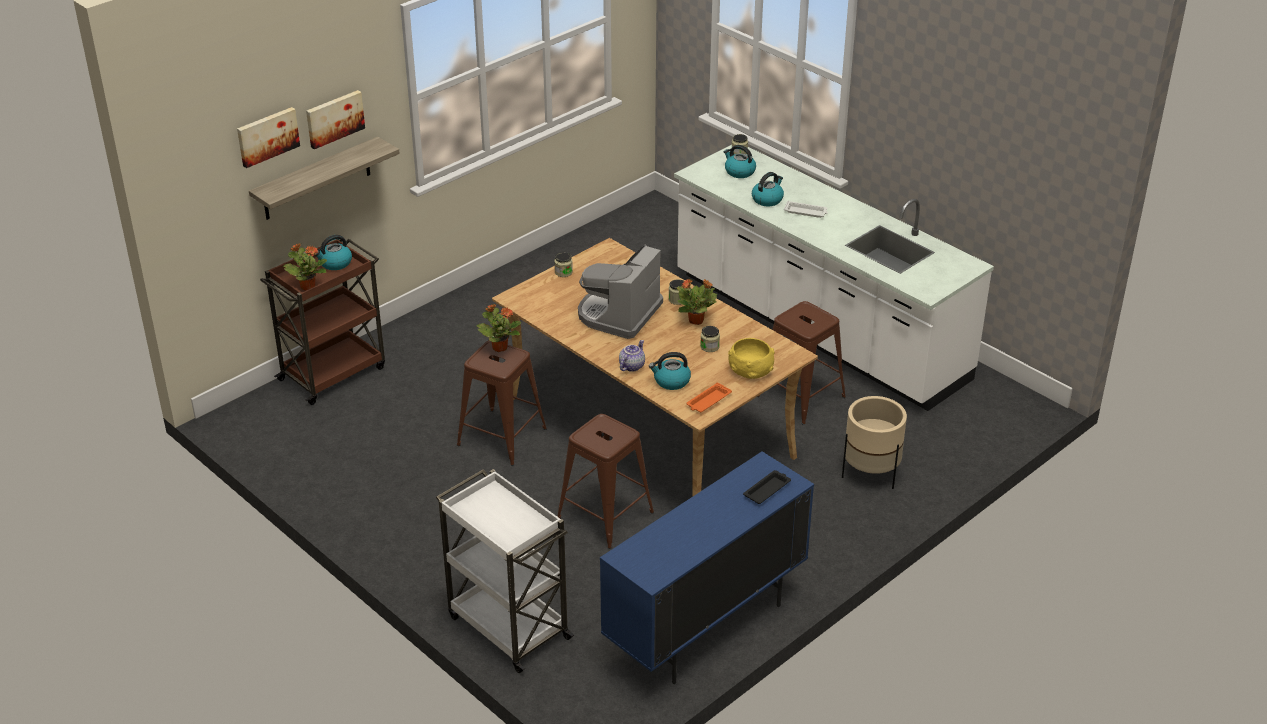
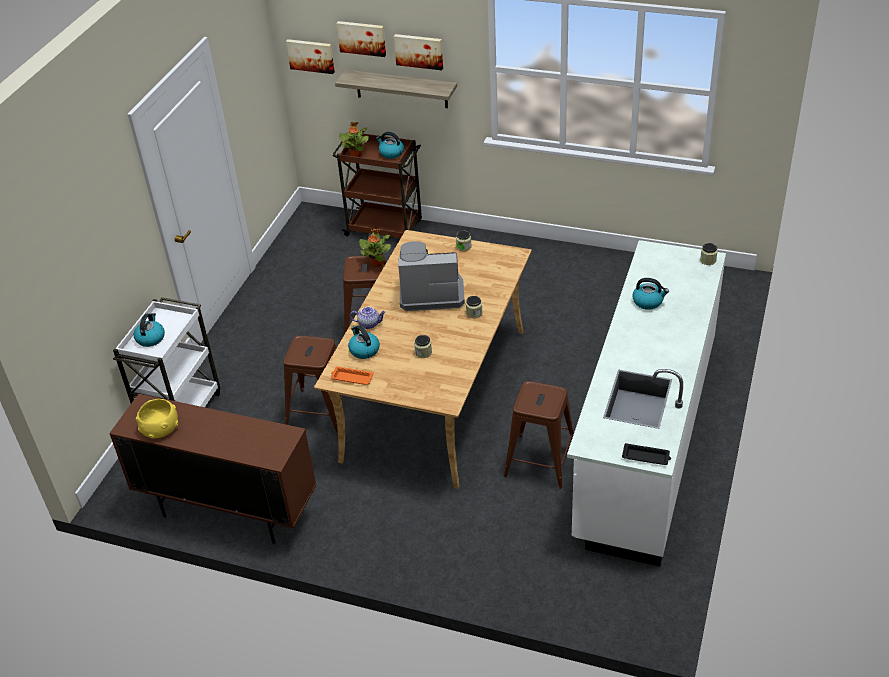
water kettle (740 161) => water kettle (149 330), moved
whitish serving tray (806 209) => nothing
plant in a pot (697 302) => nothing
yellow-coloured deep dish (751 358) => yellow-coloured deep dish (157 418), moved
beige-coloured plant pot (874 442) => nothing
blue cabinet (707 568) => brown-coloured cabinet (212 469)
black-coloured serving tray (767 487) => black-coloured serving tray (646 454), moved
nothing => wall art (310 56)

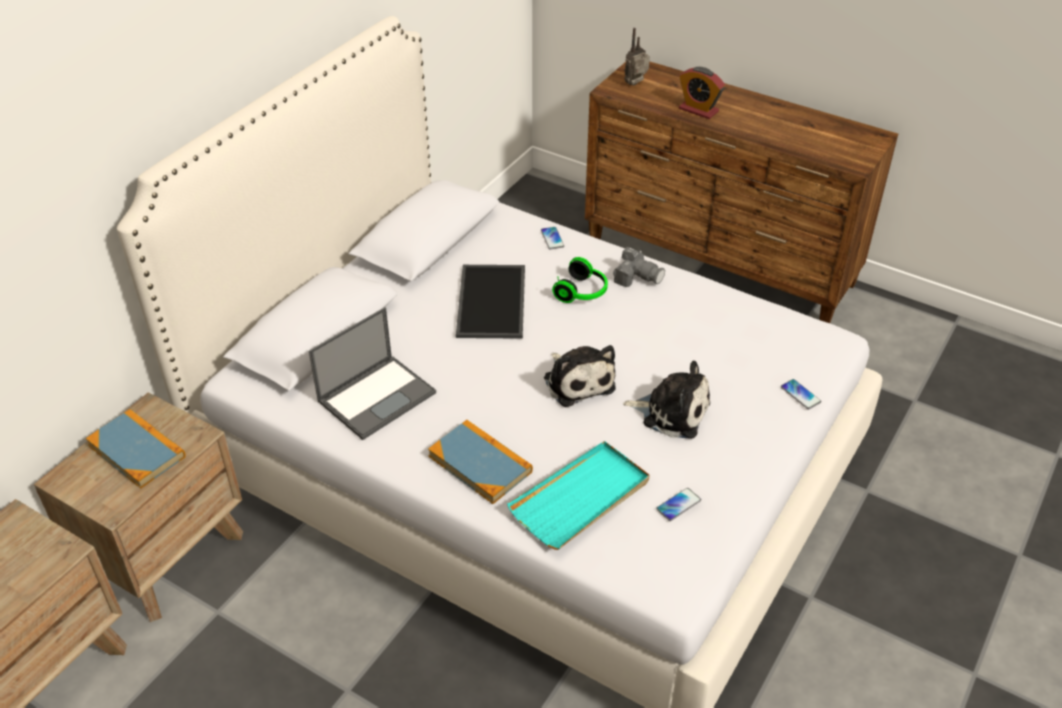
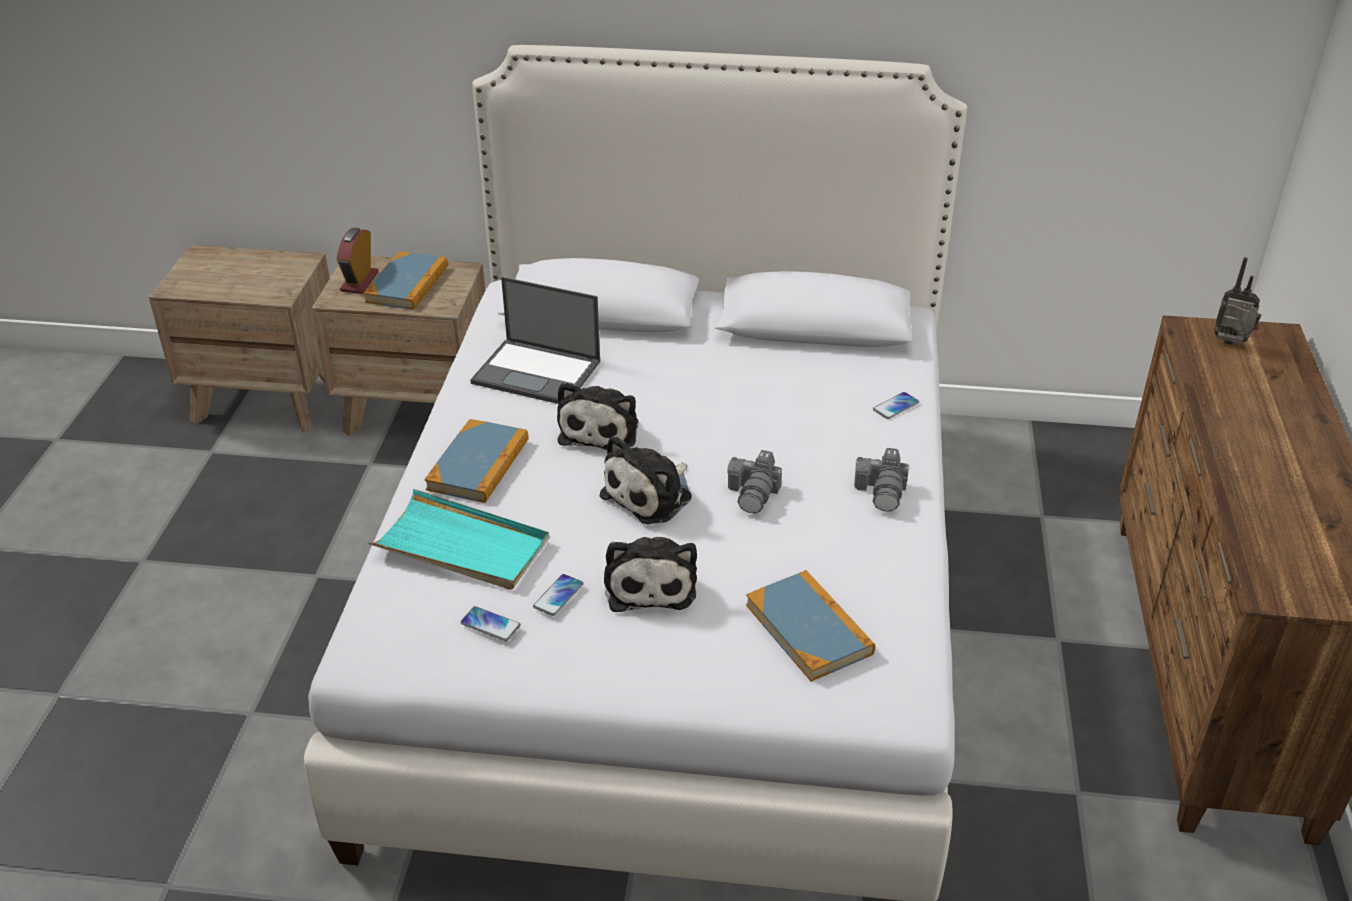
table clock (702 93) => table clock (357 261), moved
headphones (580 280) => nothing
serving tray (490 302) => nothing
telephone (801 394) => telephone (558 595), moved
nothing => plush toy (597 416)
nothing => still camera (754 482)
nothing => book (810 626)

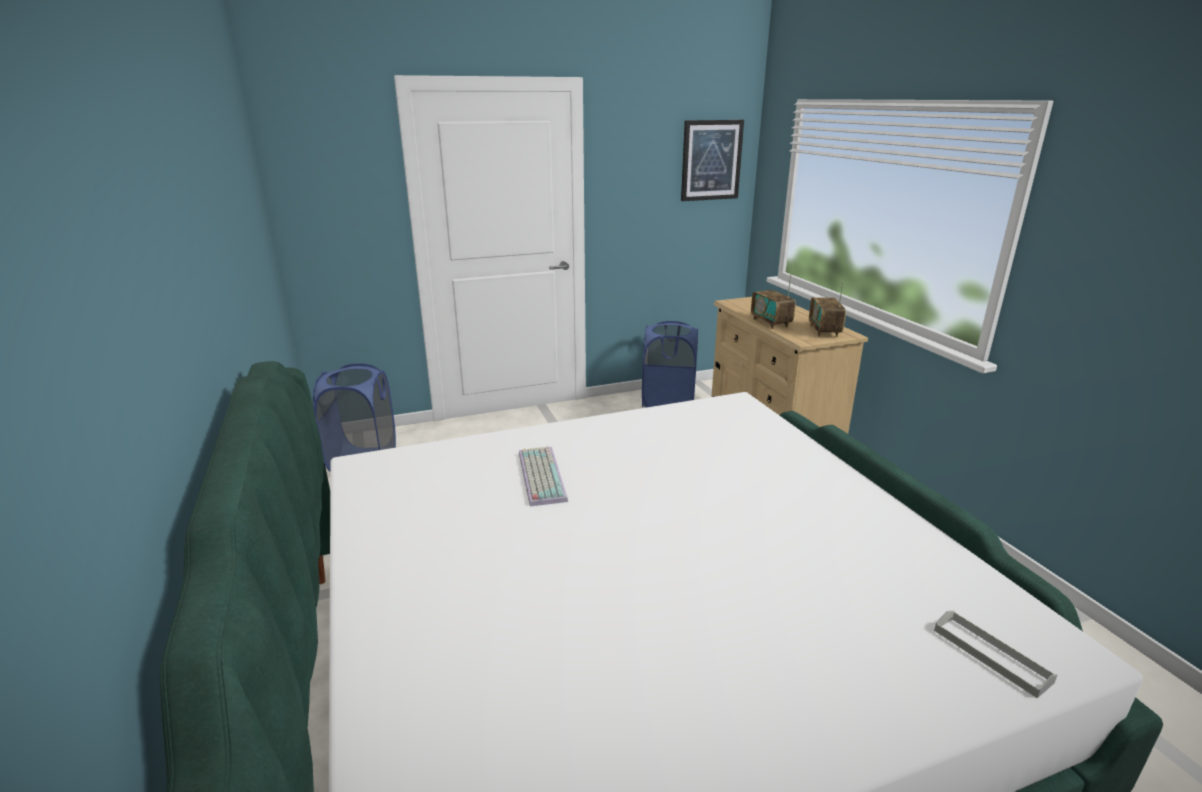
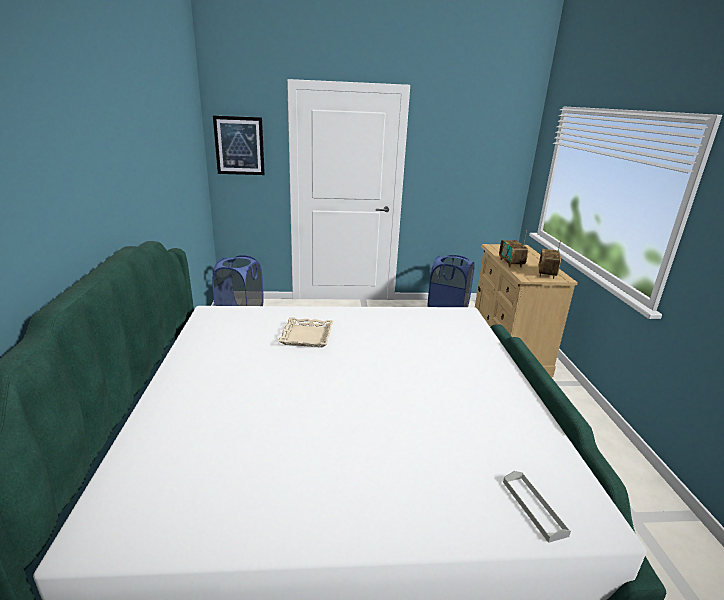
wall art (712 160) => wall art (239 145), moved
computer keyboard (543 476) => beige-coloured serving tray (305 332)

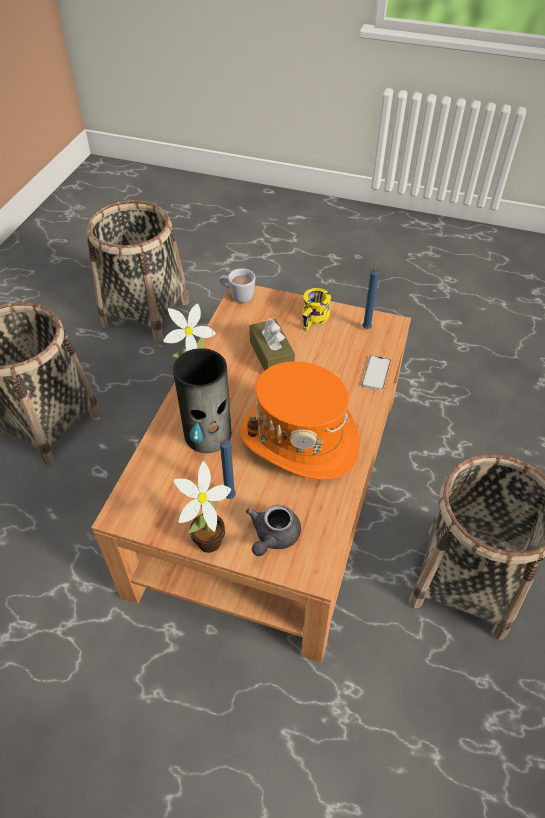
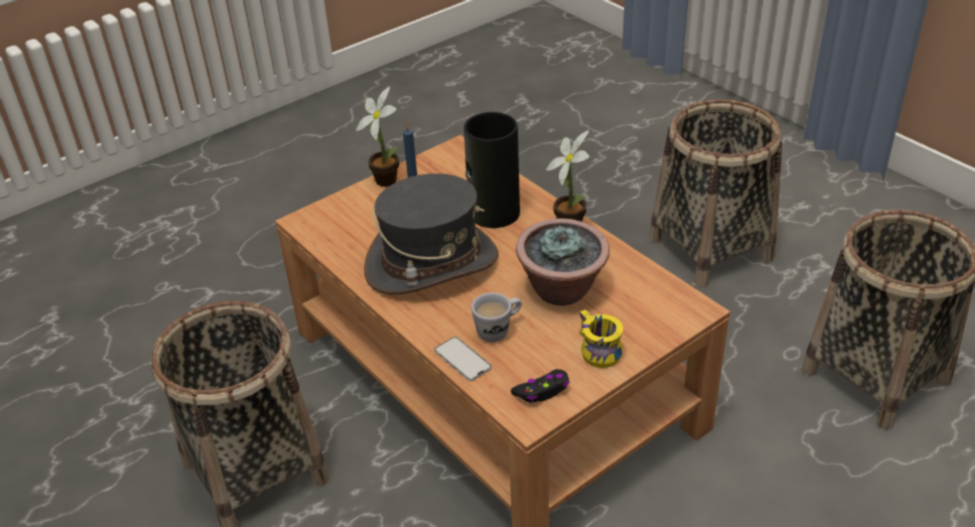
blue candle (370 294) => black-coloured joypad (540 386)
whitish tea mug (237 285) => whitish tea mug (496 317), moved
brown-coloured tissue box (272 344) => plant in a pot (563 262)
orangey hat (300 420) => grey hat (431 233)
grey tea pot (273 530) => nothing

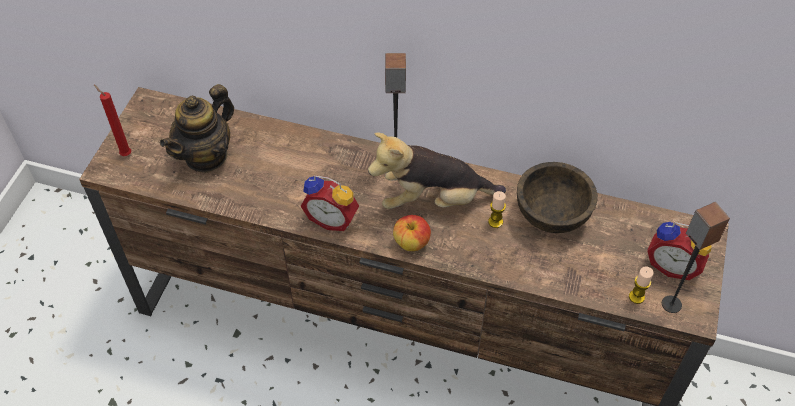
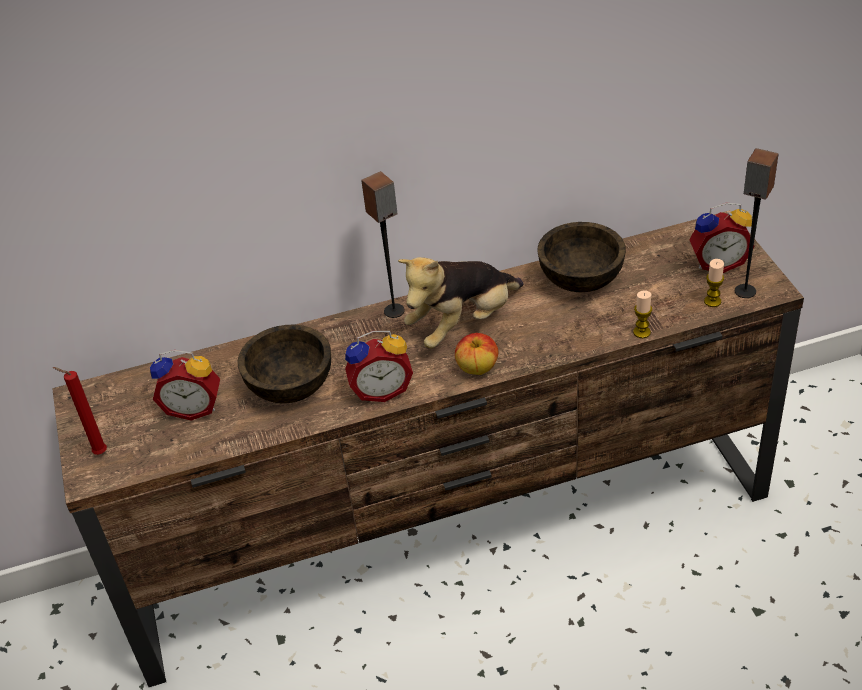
tea pot (197 128) => table clock (185 385)
candle (497 209) => candle (642 314), moved
nothing => brown-coloured deep dish (284 364)

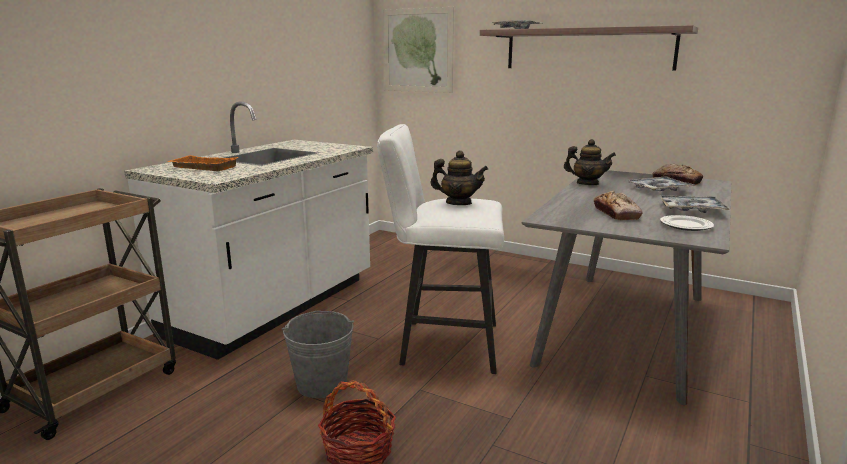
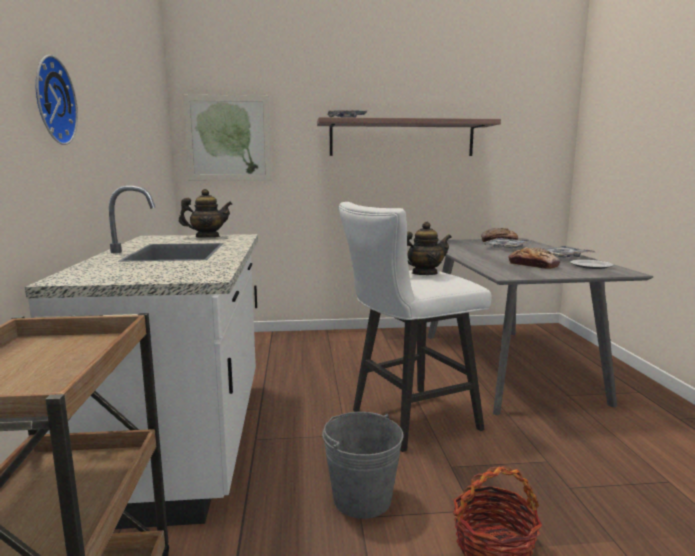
tea pot (590 162) => tea pot (205 213), moved
orangey serving tray (202 163) => nothing
nothing => clock on the wall (57 100)

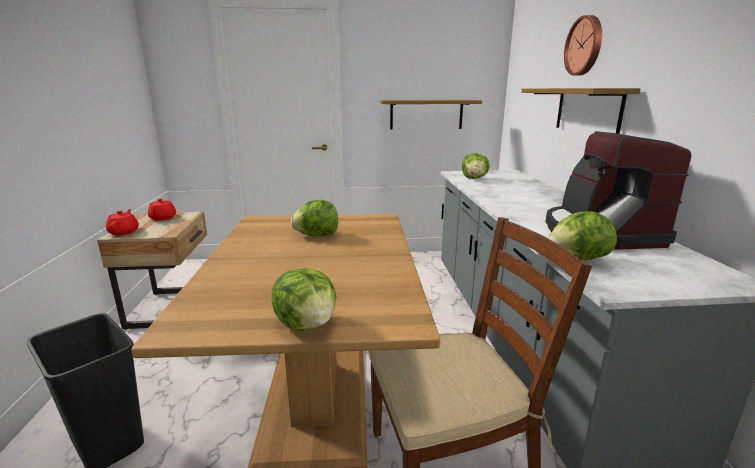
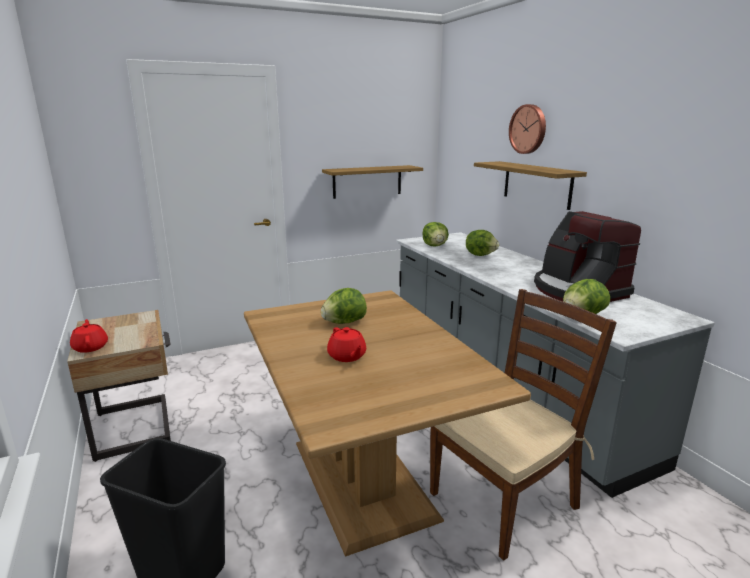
red-coloured tea pot (162 210) => red-coloured tea pot (346 344), moved
head of lettuce (304 299) => head of lettuce (482 243), moved

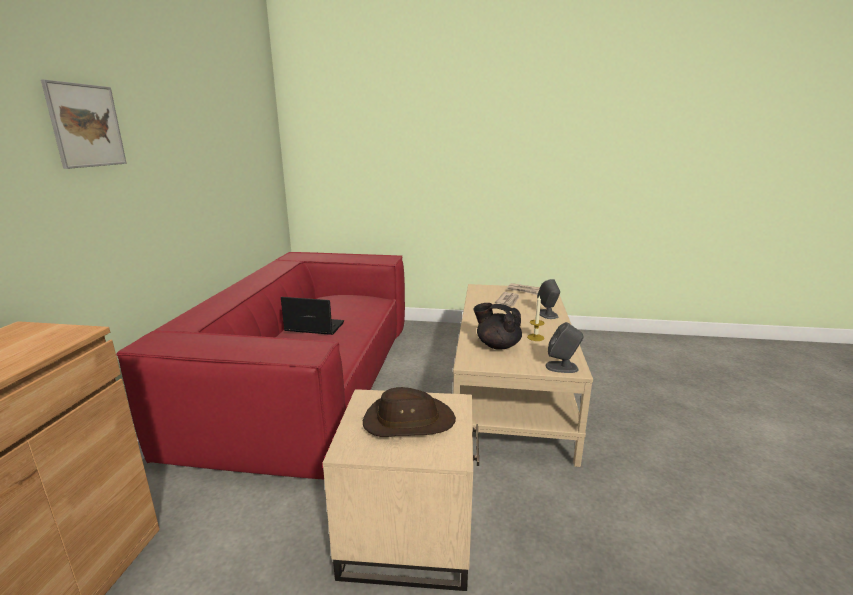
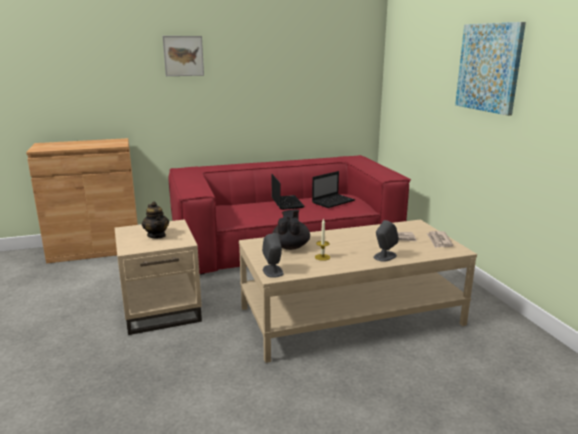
brown-coloured hat (409 412) => tea pot (155 220)
nothing => wall art (490 69)
nothing => portable computer (333 189)

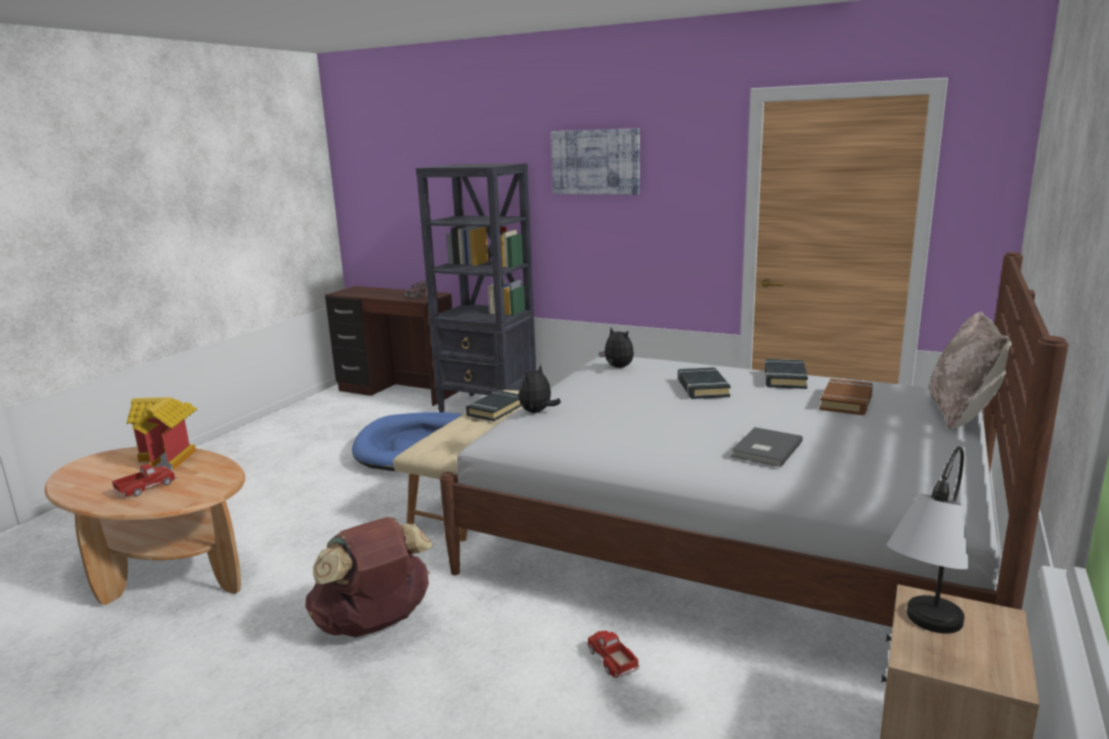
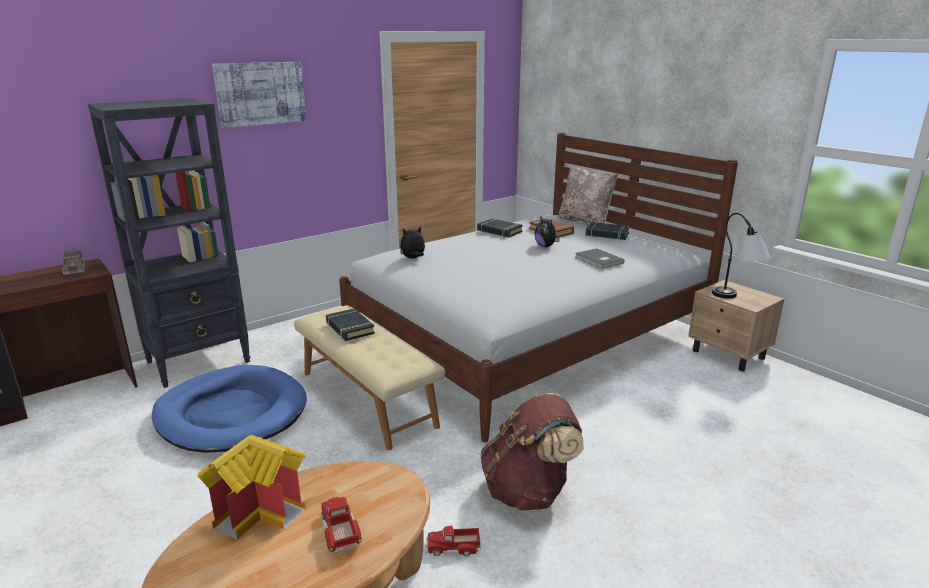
plush toy (540 388) => plush toy (547 231), moved
black-coloured book (704 383) => black-coloured book (607 231), moved
toy truck (613 654) => toy truck (453 541), moved

